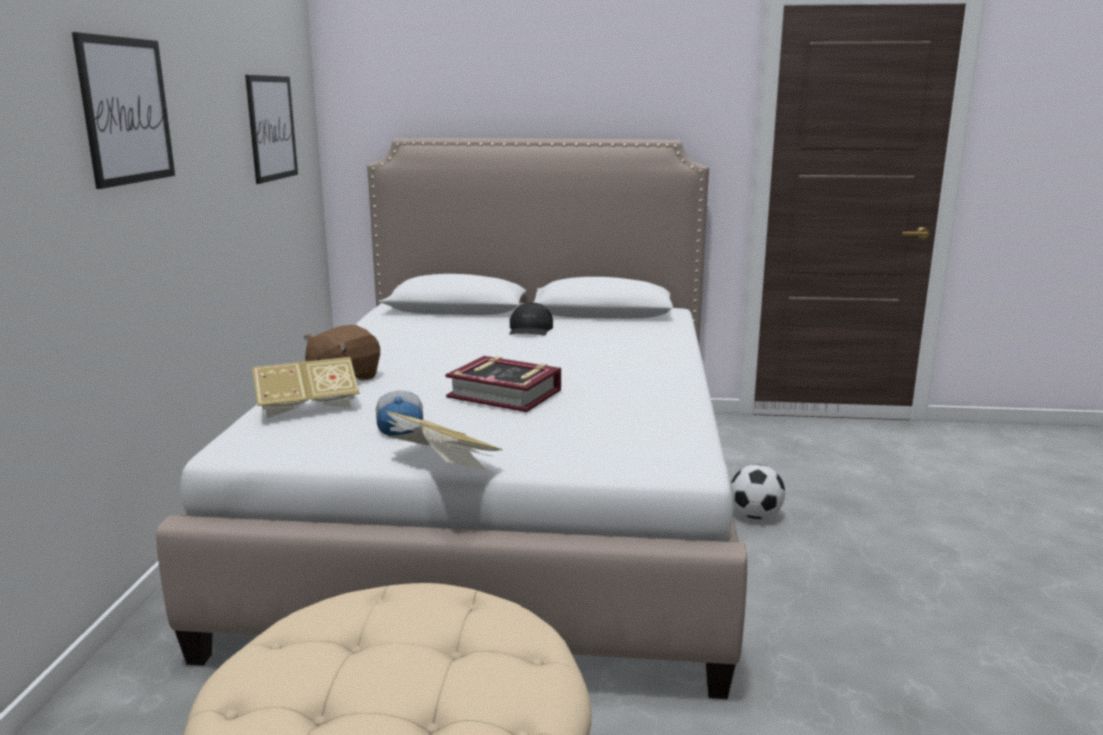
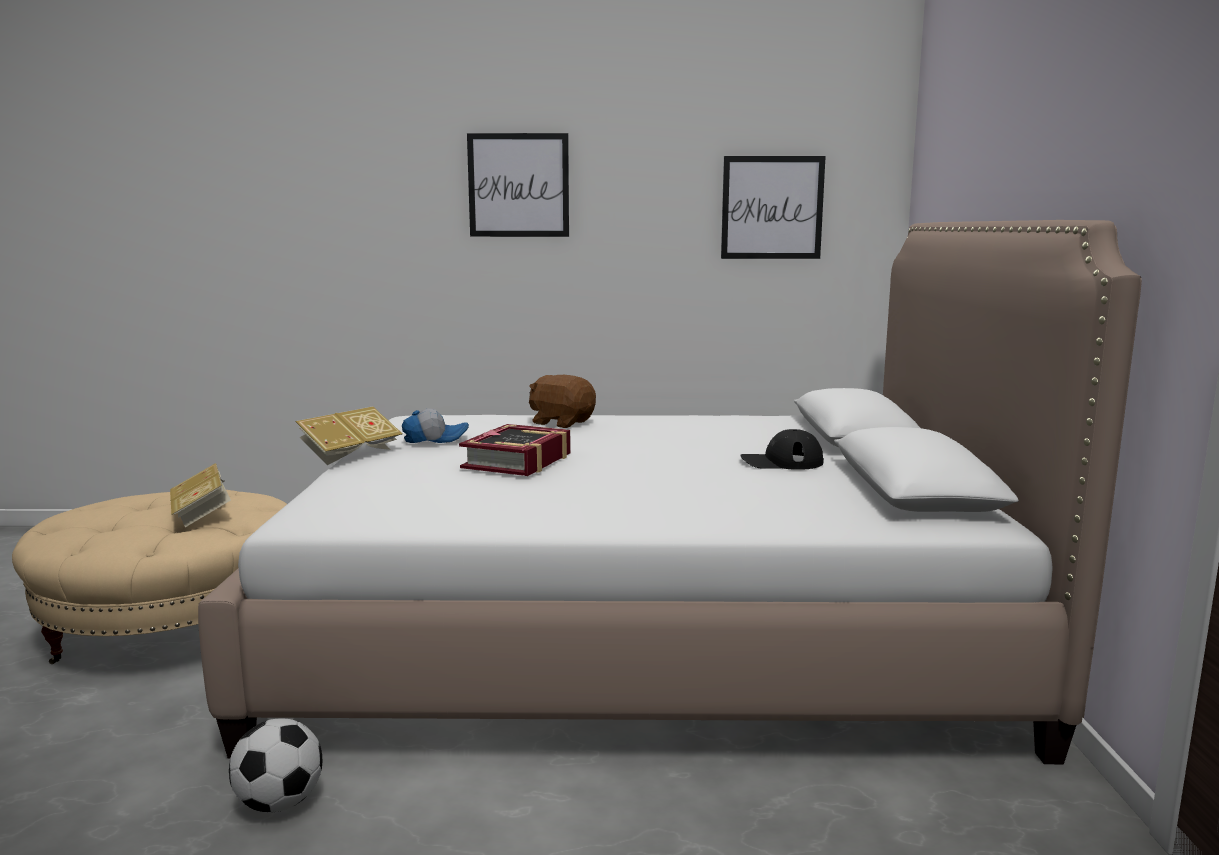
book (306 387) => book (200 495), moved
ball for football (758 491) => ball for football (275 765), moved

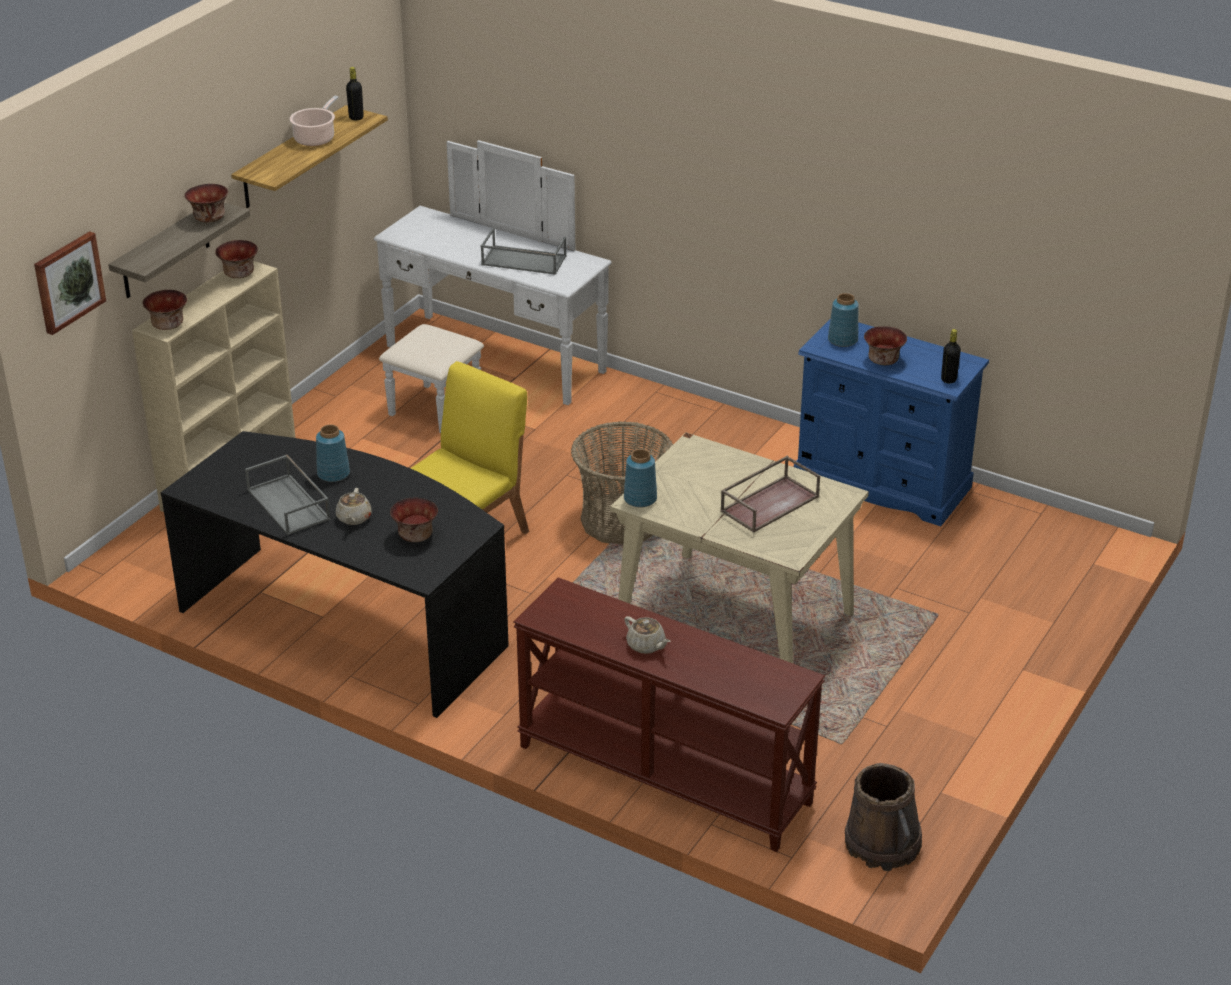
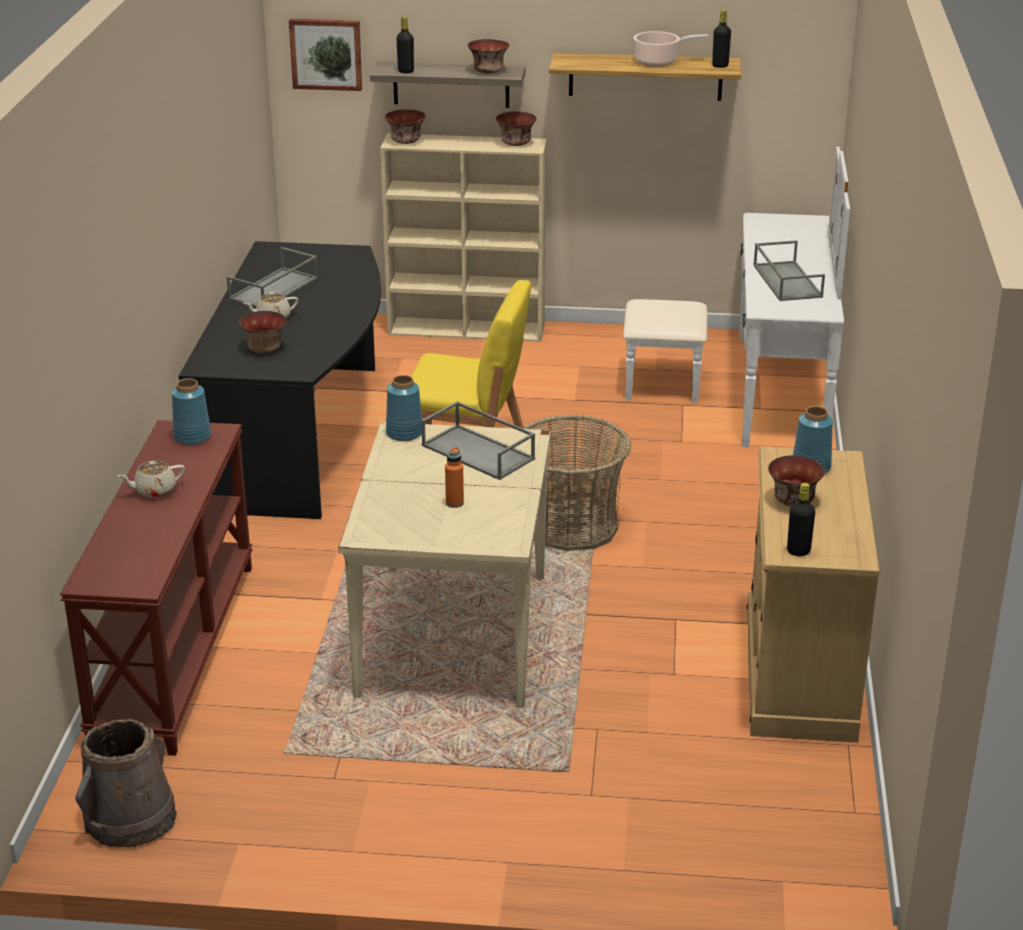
blue dresser (891 422) => beige-coloured dresser (813 595)
blue vase (333 453) => blue vase (191 411), moved
brown-coloured serving tray (770 494) => orangey beverage bottle (454 477)
beige-coloured tea pot (647 635) => beige-coloured tea pot (151 479), 45 degrees clockwise
nothing => black-coloured beverage bottle (405 44)
nothing => grey serving tray (478 440)

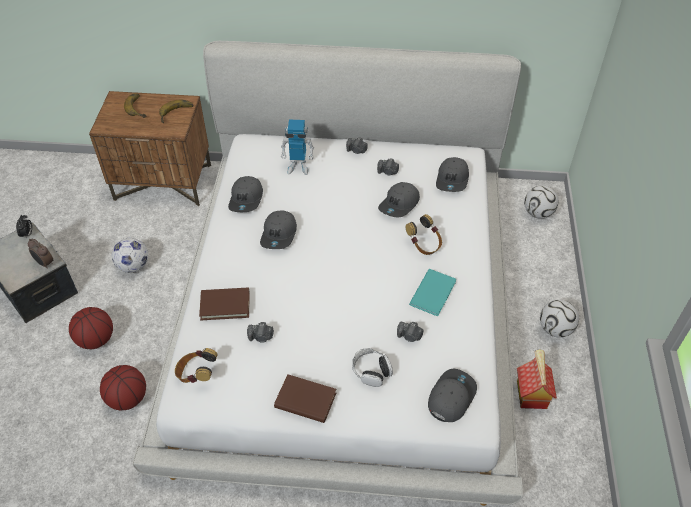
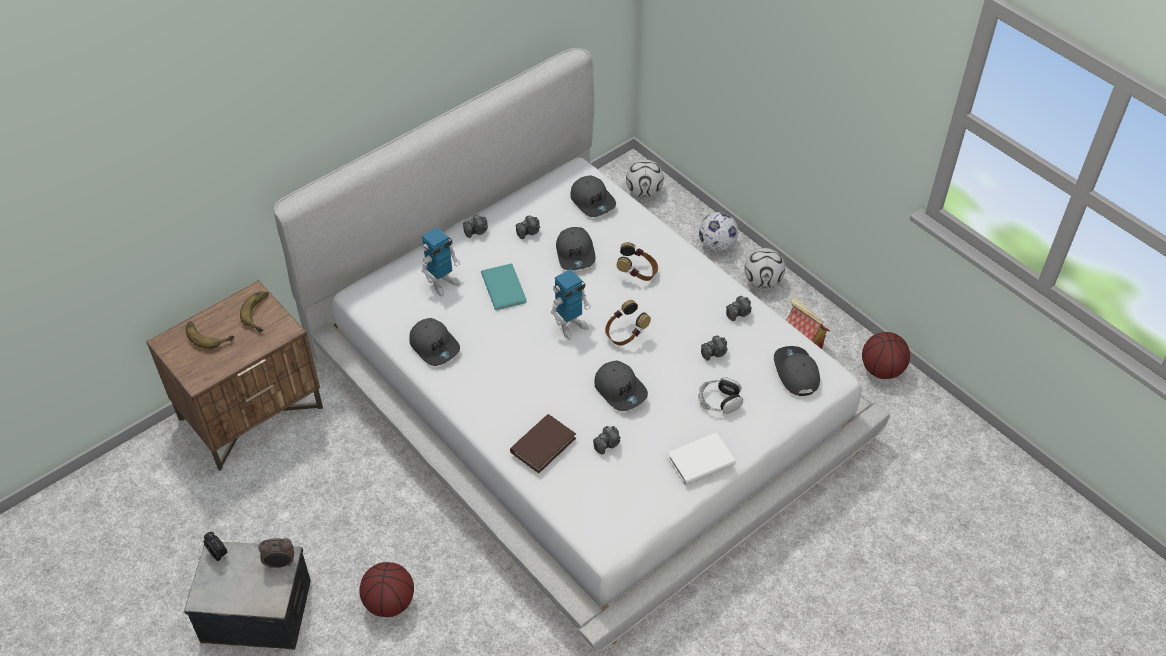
grey baseball cap (278 229) => grey baseball cap (621 385), moved
ball for football (130 255) => ball for football (718 232), moved
turquoise book (432 292) => turquoise book (504 287), moved
headphones (196 365) => headphones (628 322), moved
ball for basketball (123 387) => ball for basketball (886 355), moved
brown-coloured book (305 398) => whitish book (701 459)
nothing => model robot (571 304)
nothing => still camera (739 308)

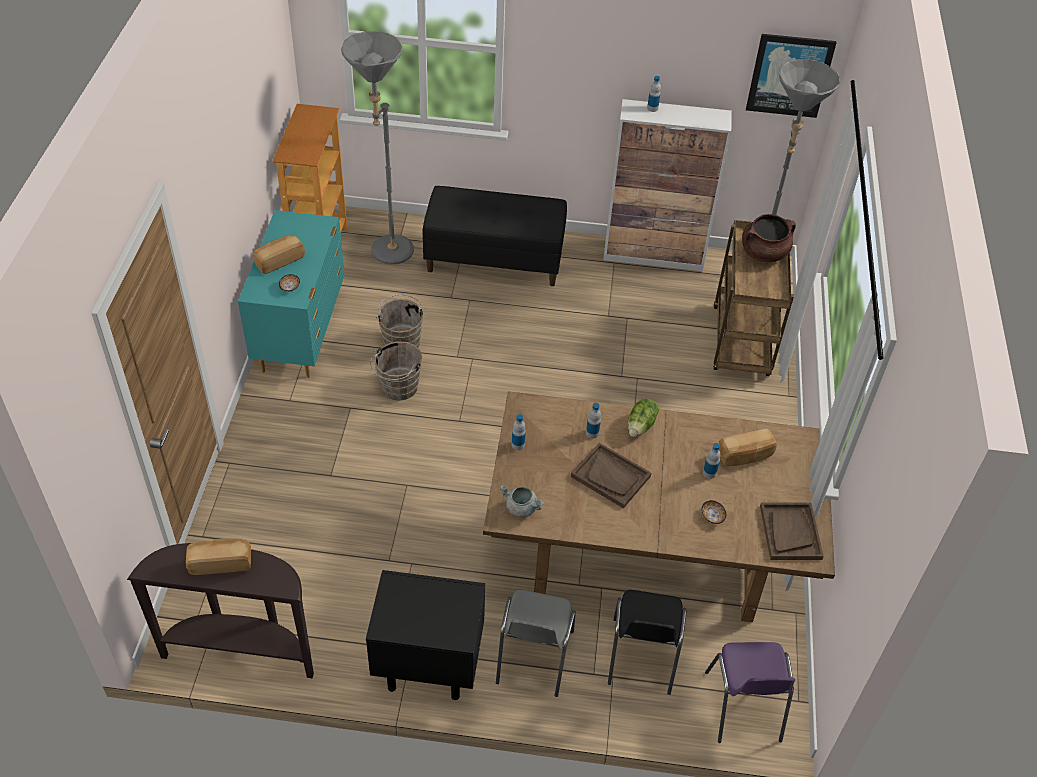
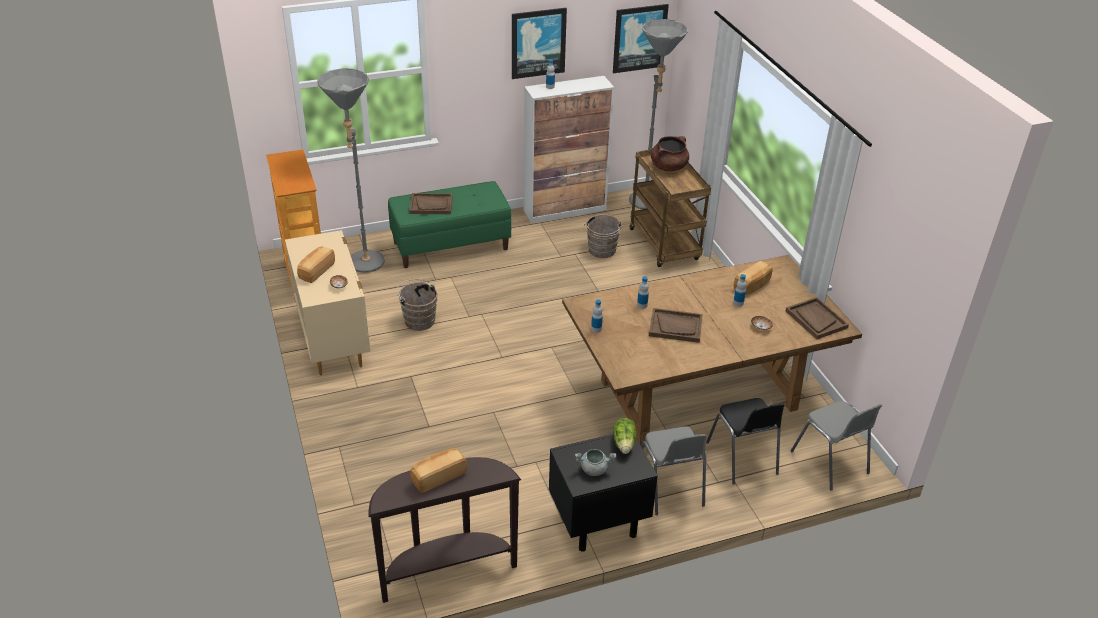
black-coloured bench (494 236) => green bench (449 224)
turquoise dresser (291 294) => beige-coloured dresser (327 303)
brown-coloured bucket (396 371) => brown-coloured bucket (603 236), moved
head of lettuce (643 418) => head of lettuce (625 436), moved
grey cooking pot (522 501) => grey cooking pot (595 462), moved
purple plain chair (750 692) => grey plain chair (836 446)
nothing => wall art (539 43)
nothing => brown-coloured serving tray (431 203)

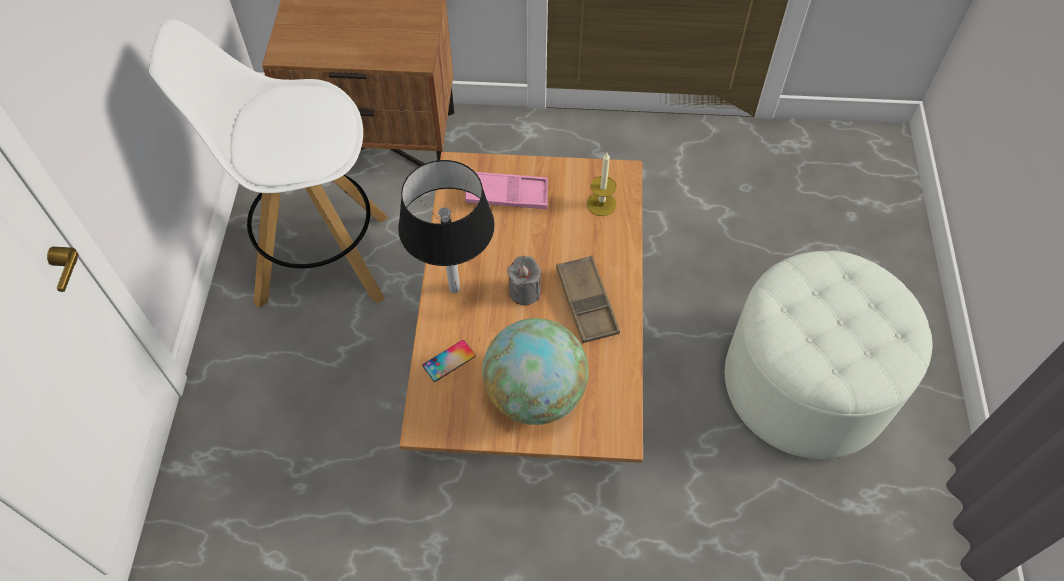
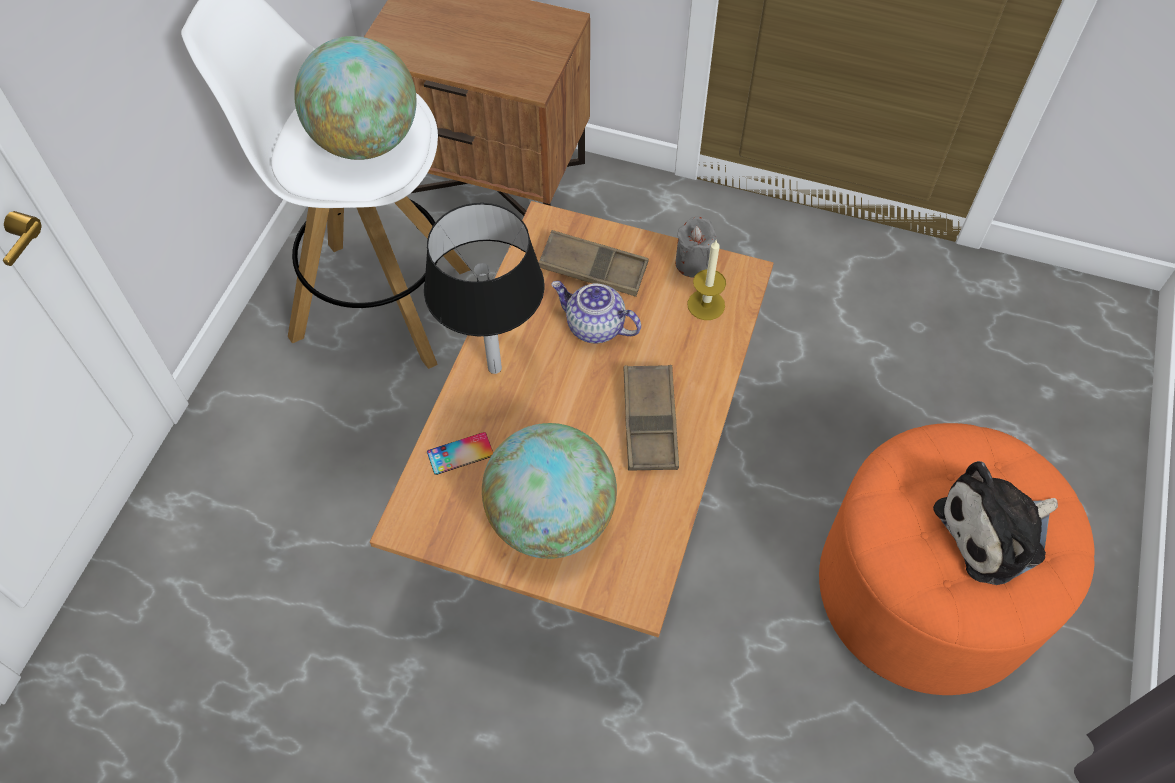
pink-coloured serving tray (506 190) => brown-coloured serving tray (593 263)
whitish pouffe (828 355) => orangey pouffe (957 559)
grey candle (524 280) => grey candle (696 247), moved
nothing => globe (355 98)
nothing => tea pot (596 312)
nothing => plush toy (995 523)

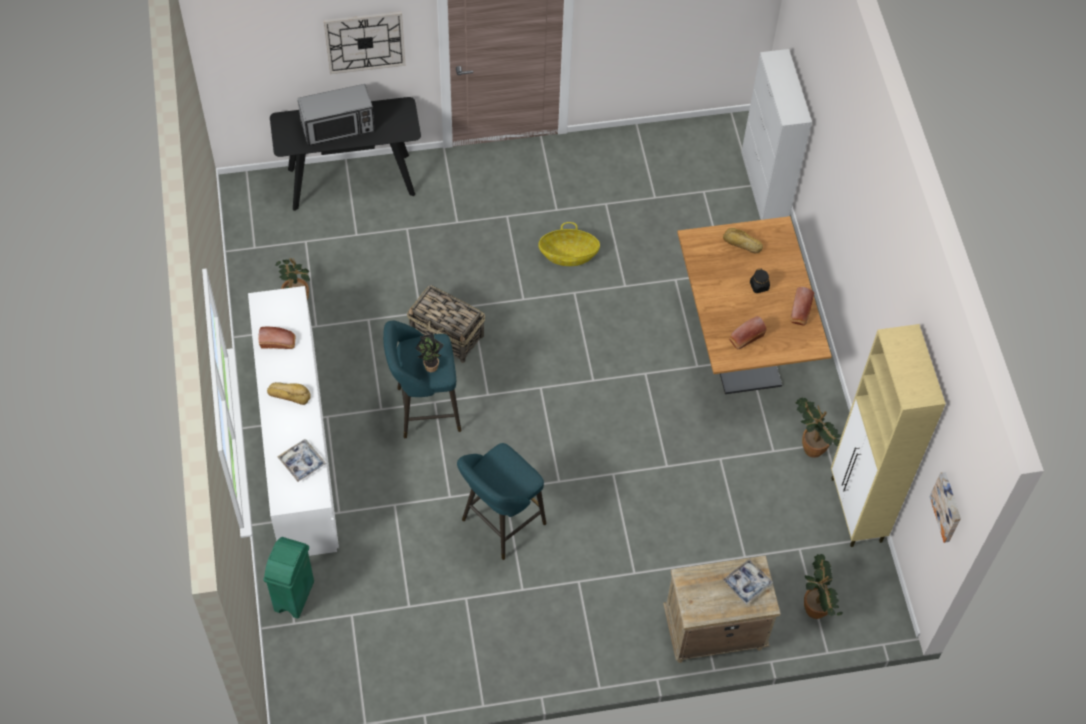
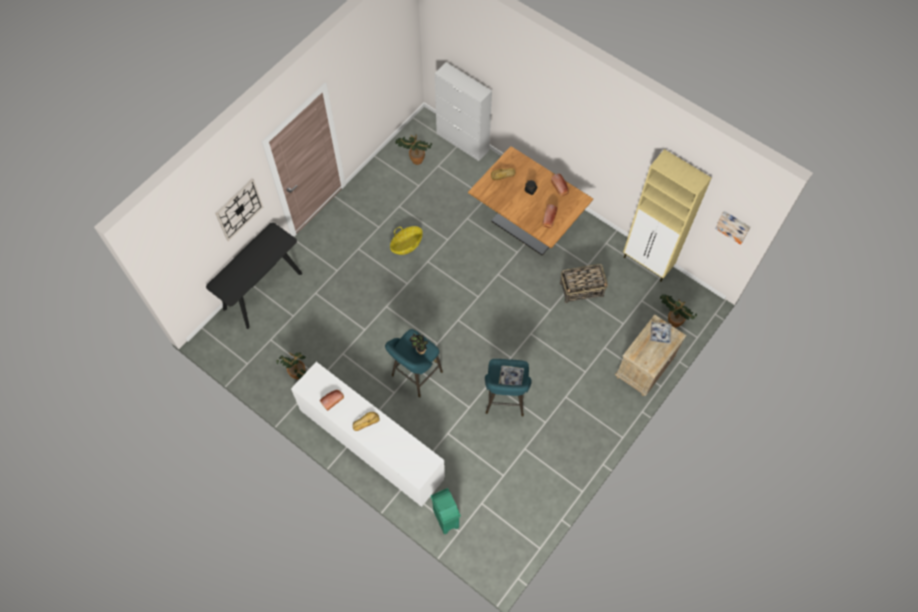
microwave (336 115) => nothing
basket (446 324) => basket (584 283), moved
plant in a pot (818 428) => plant in a pot (413 149), moved
serving tray (301 460) => serving tray (511 375), moved

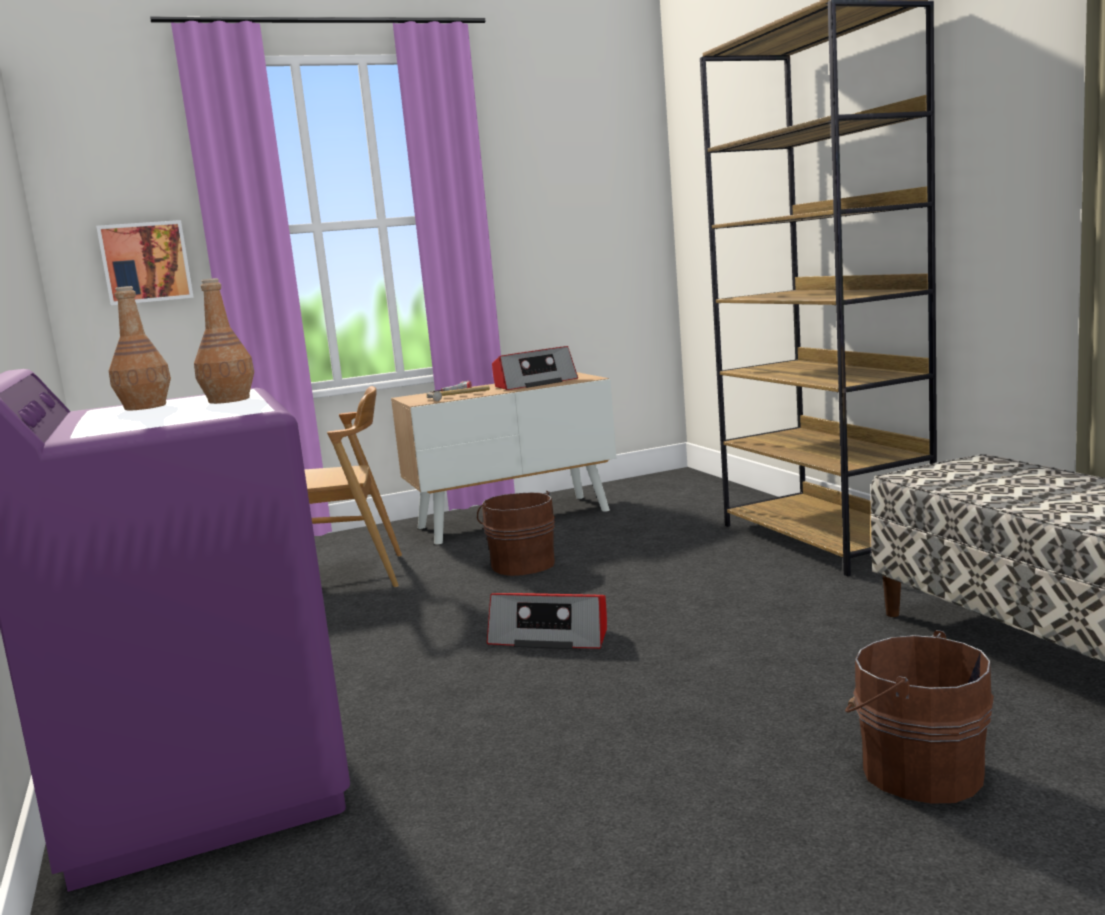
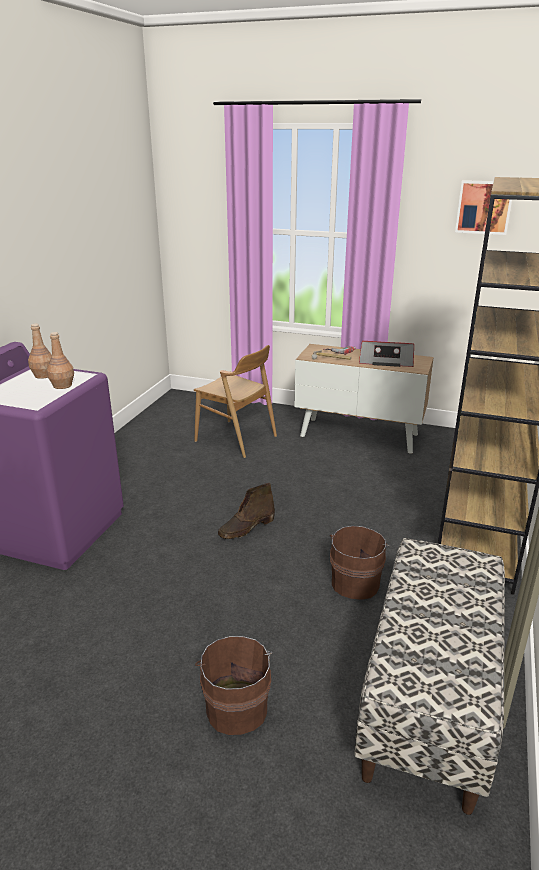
wall art (145 262) => wall art (483 207), moved
brown-coloured bucket (516 533) => brown-coloured bucket (360 563), moved
radio set (547 621) => brown-coloured high-top boot (246 511)

